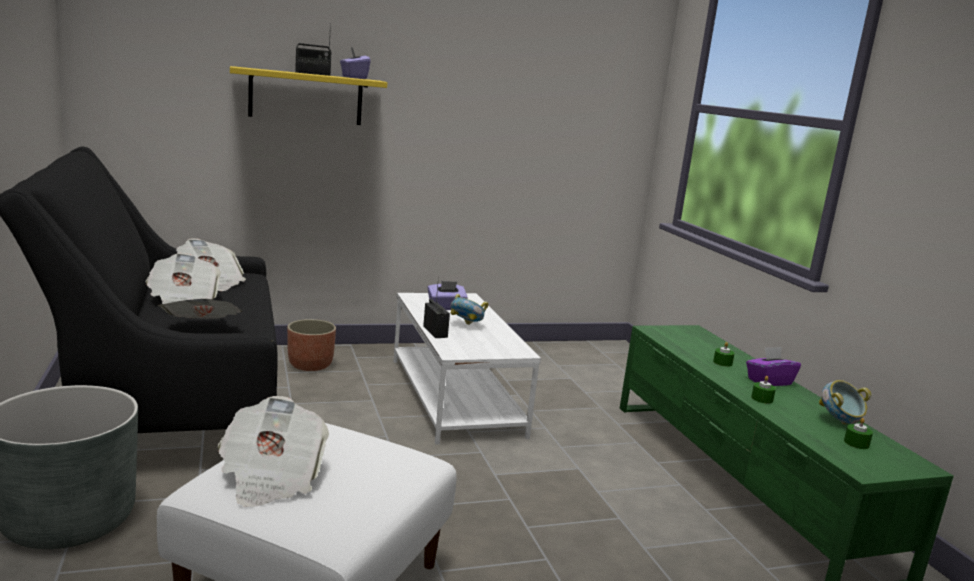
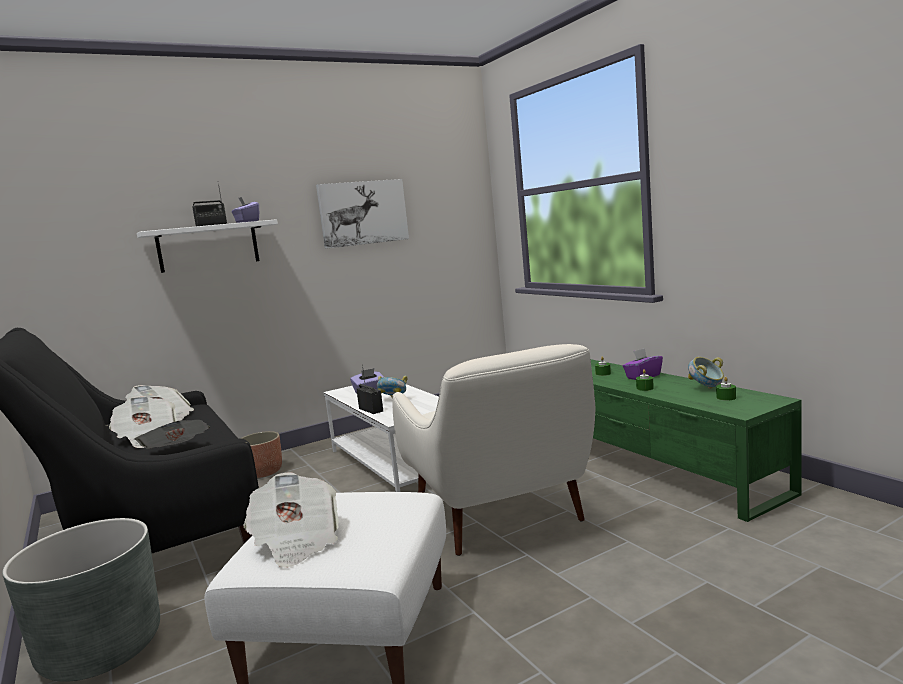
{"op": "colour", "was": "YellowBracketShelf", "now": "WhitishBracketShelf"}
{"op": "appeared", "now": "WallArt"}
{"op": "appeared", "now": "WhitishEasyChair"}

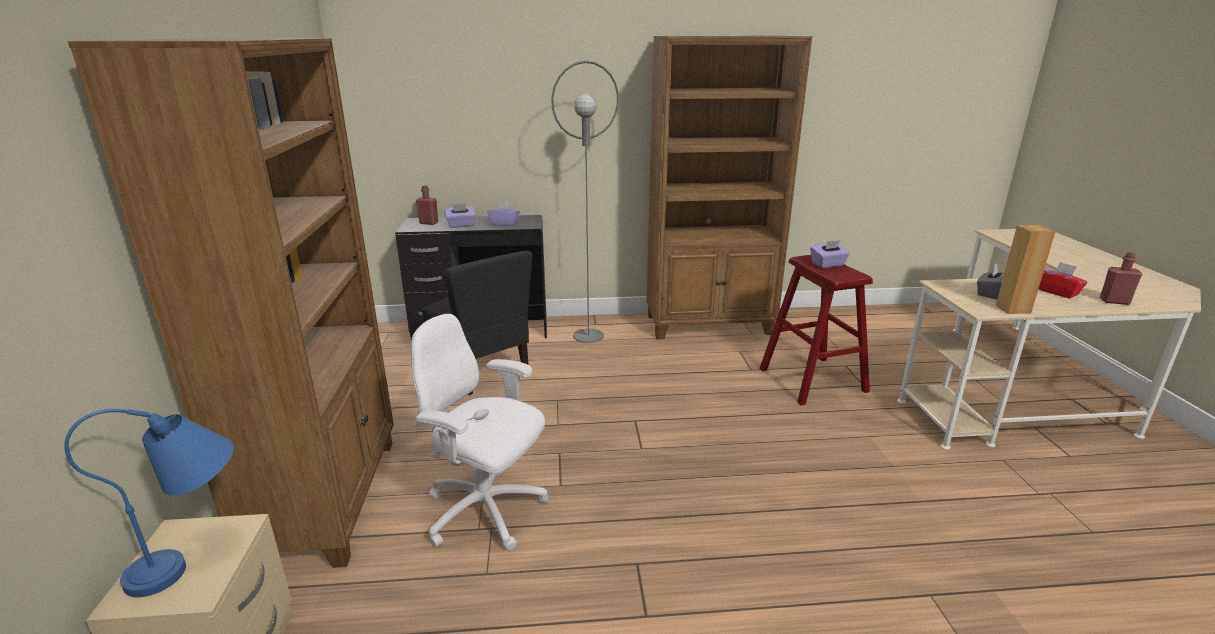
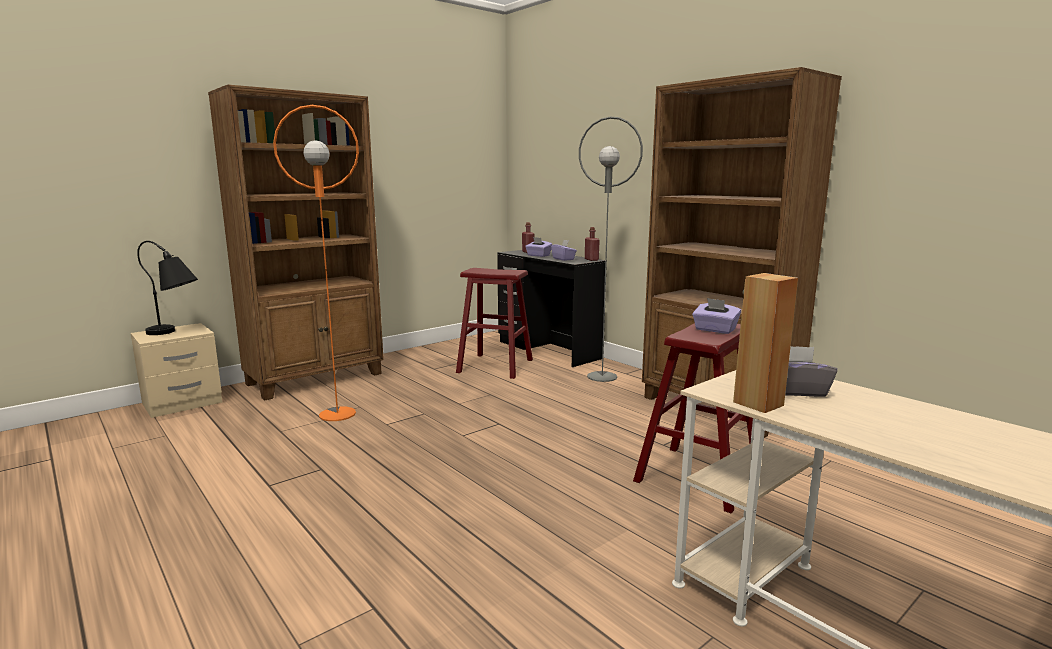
{"op": "exchanged", "was": "BlackishPlainChair", "now": "ReddishSittingStool (no. 1 from left)"}
{"op": "relocated", "was": "ReddishBeverageBottle (no. 2 from left)"}
{"op": "missing", "was": "ReddishTissueHolder"}
{"op": "exchanged", "was": "WhitishComputerChair", "now": "OrangeColouredStandardLamp"}
{"op": "colour", "was": "BlueColouredTableLamp", "now": "BlackishTableLamp"}

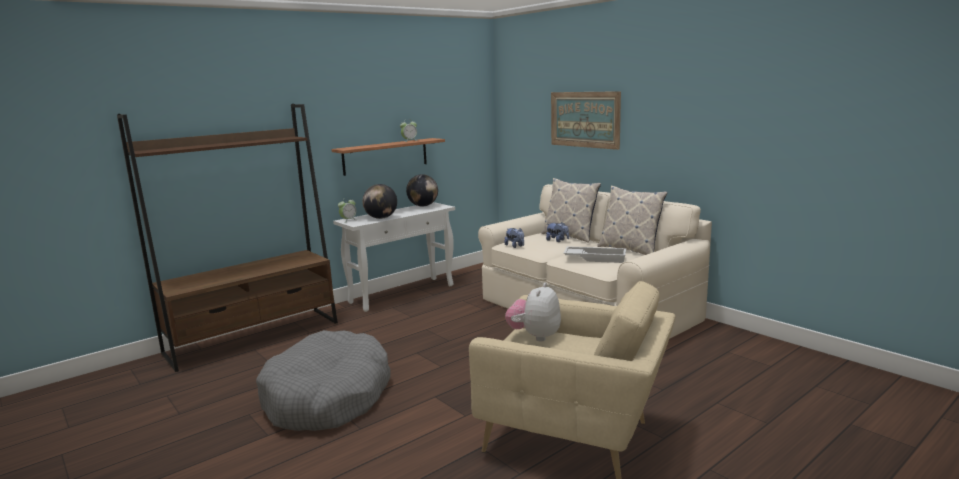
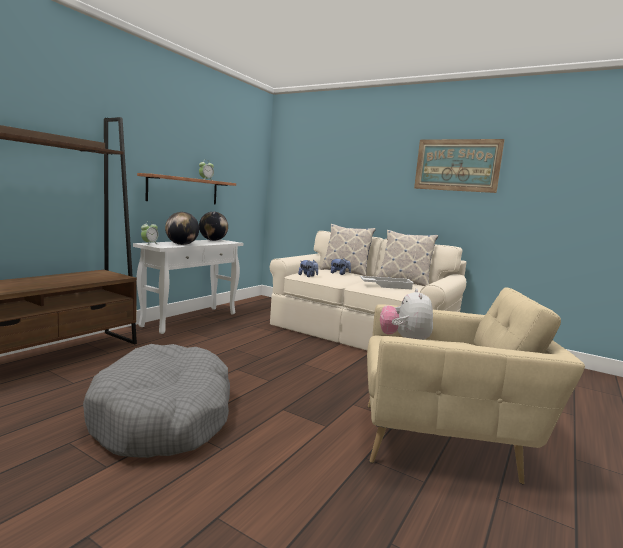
{"op": "relocated", "was": "WallArt"}

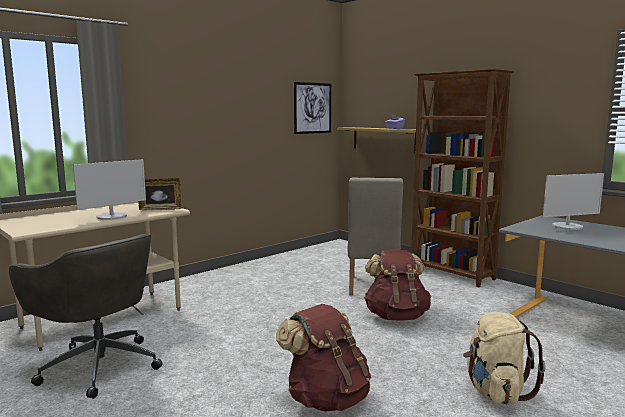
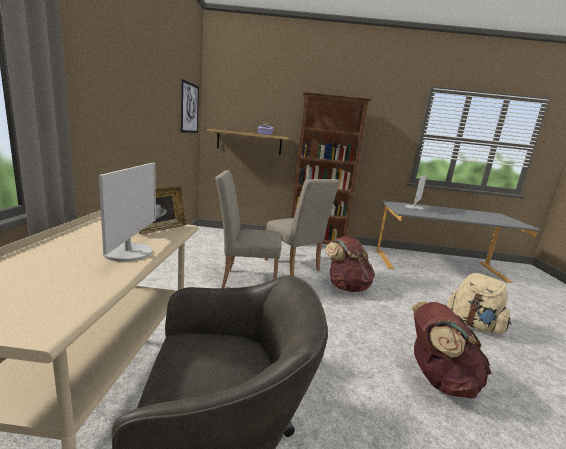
{"op": "appeared", "now": "BeigeColouredPlainChair (no. 1 from left)"}

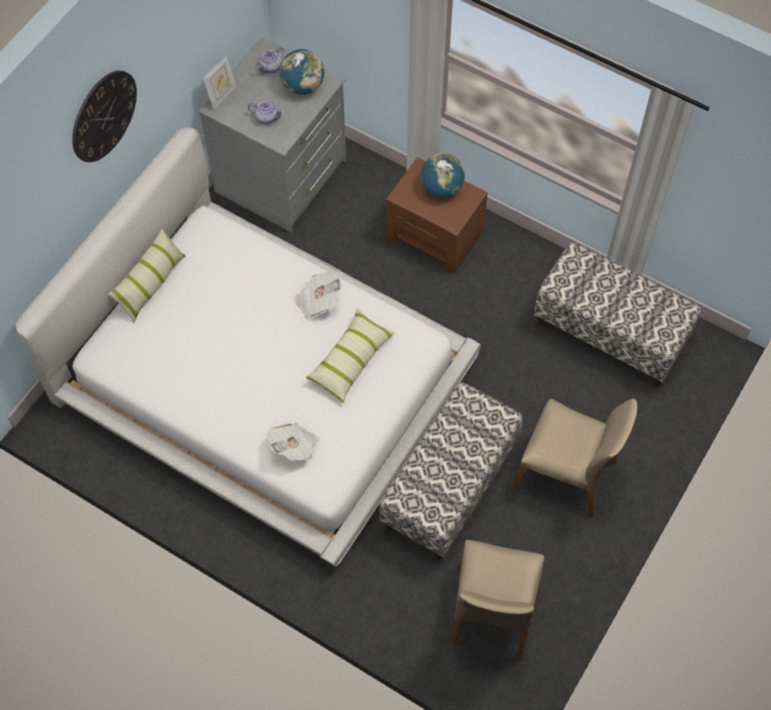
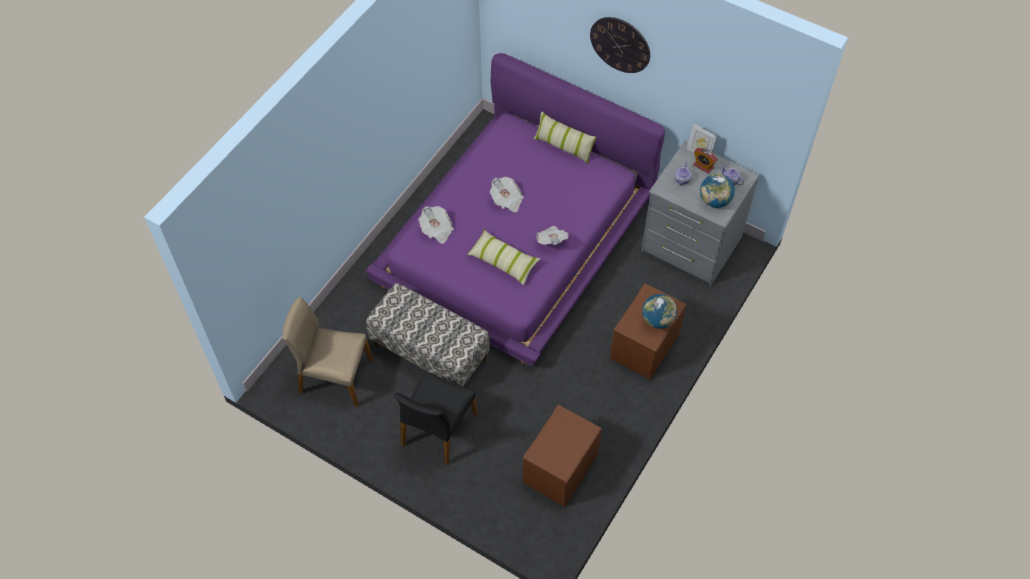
{"op": "colour", "was": "WhitishBedroomBed", "now": "PurplishBedroomBed"}
{"op": "exchanged", "was": "LongSeat (no. 2 from left)", "now": "BrownNightTable (no. 1 from left)"}
{"op": "colour", "was": "BeigeColouredPlainChair (no. 2 from left)", "now": "BlackishPlainChair"}
{"op": "appeared", "now": "AlarmClock"}
{"op": "appeared", "now": "Newspaper (no. 2 from left)"}

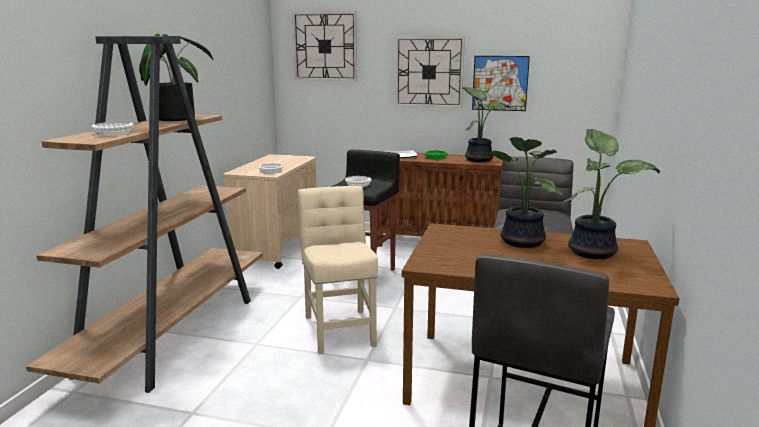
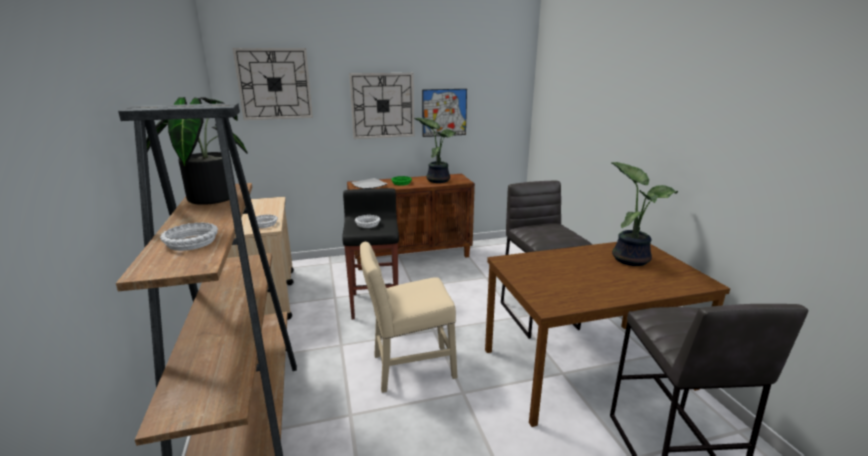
{"op": "missing", "was": "PottedPlant (no. 3 from left)"}
{"op": "spun", "was": "BeigeColouredPlainChair", "clockwise": -60}

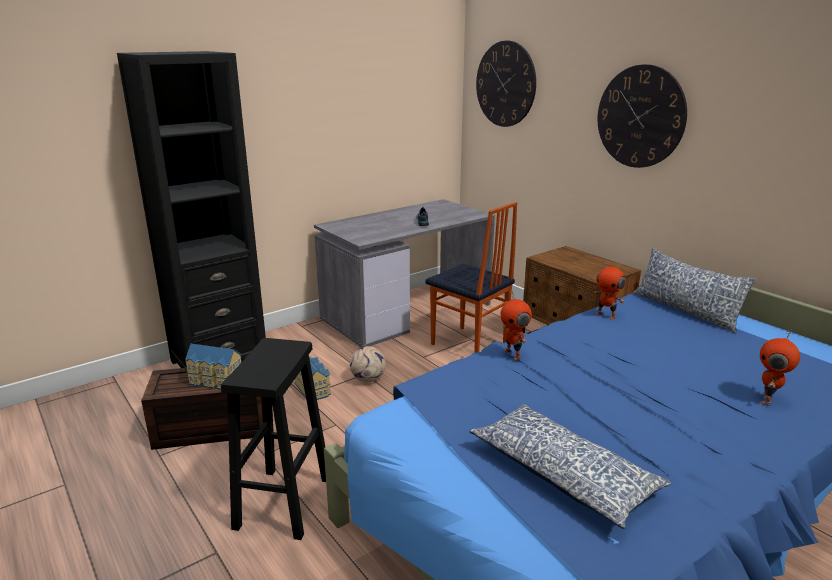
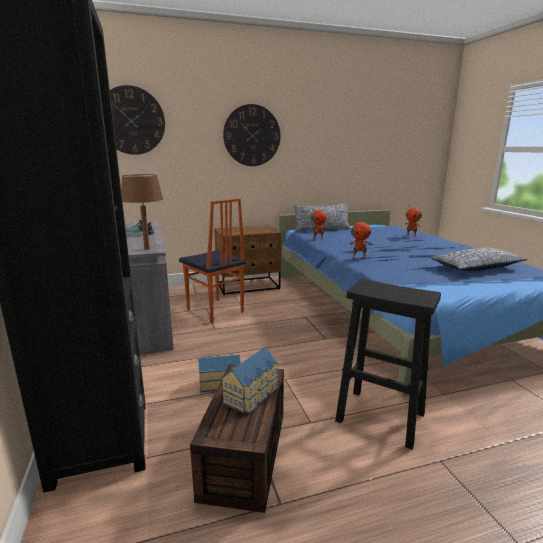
{"op": "spun", "was": "PlainChair", "clockwise": 75}
{"op": "missing", "was": "Football"}
{"op": "appeared", "now": "BrownTableLamp"}

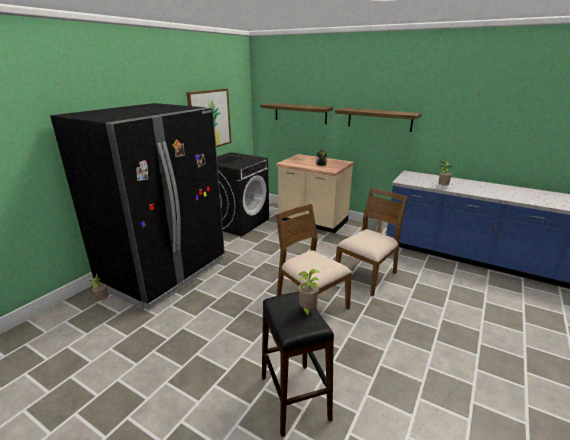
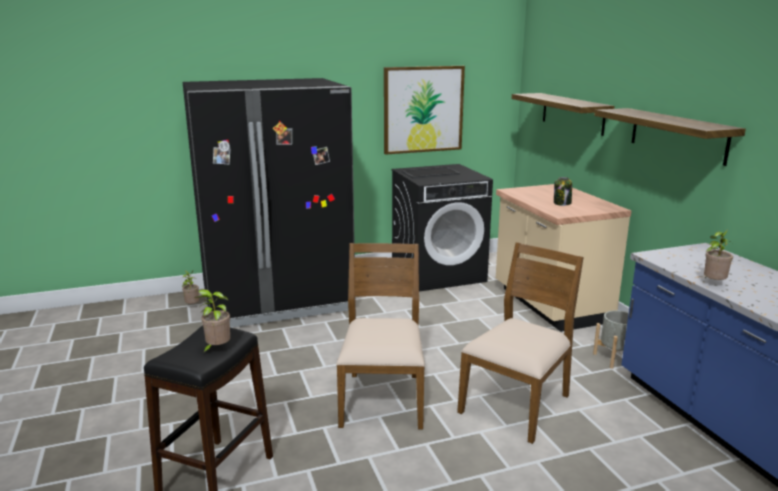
{"op": "spun", "was": "BrownPlainChair (no. 2 from left)", "clockwise": -45}

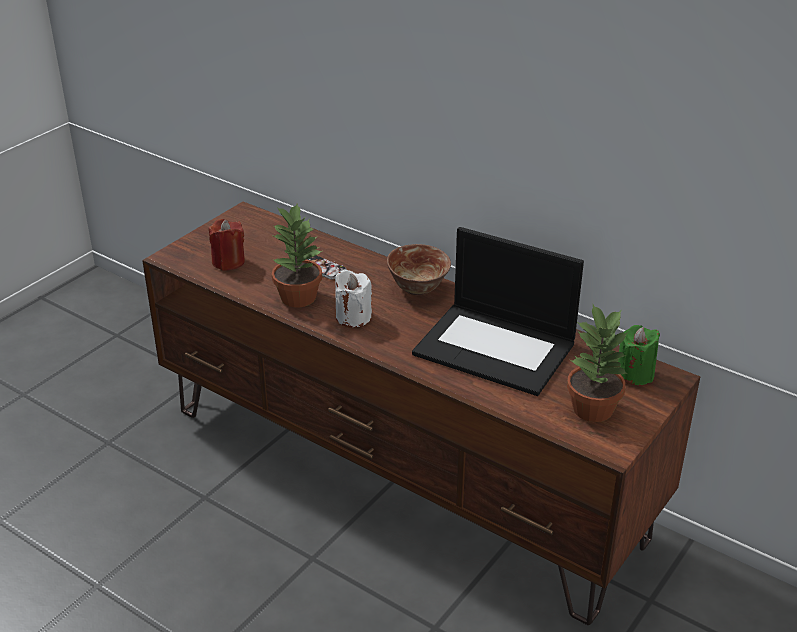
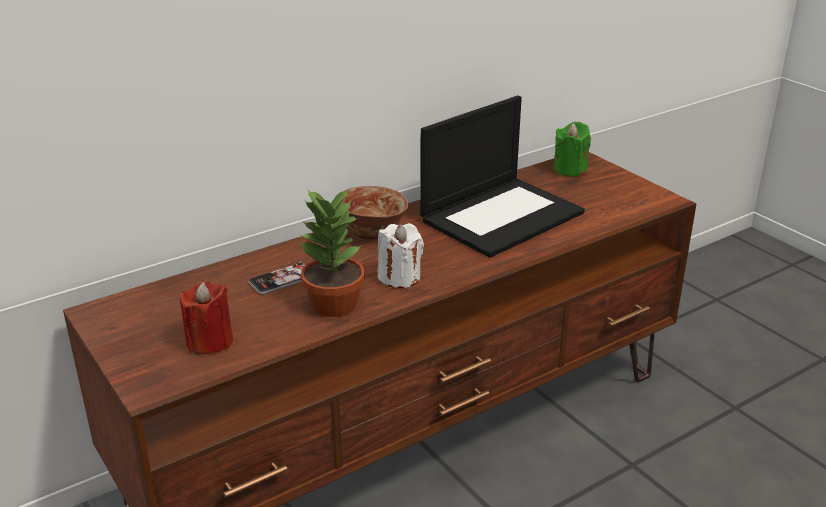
{"op": "missing", "was": "PottedPlant (no. 2 from left)"}

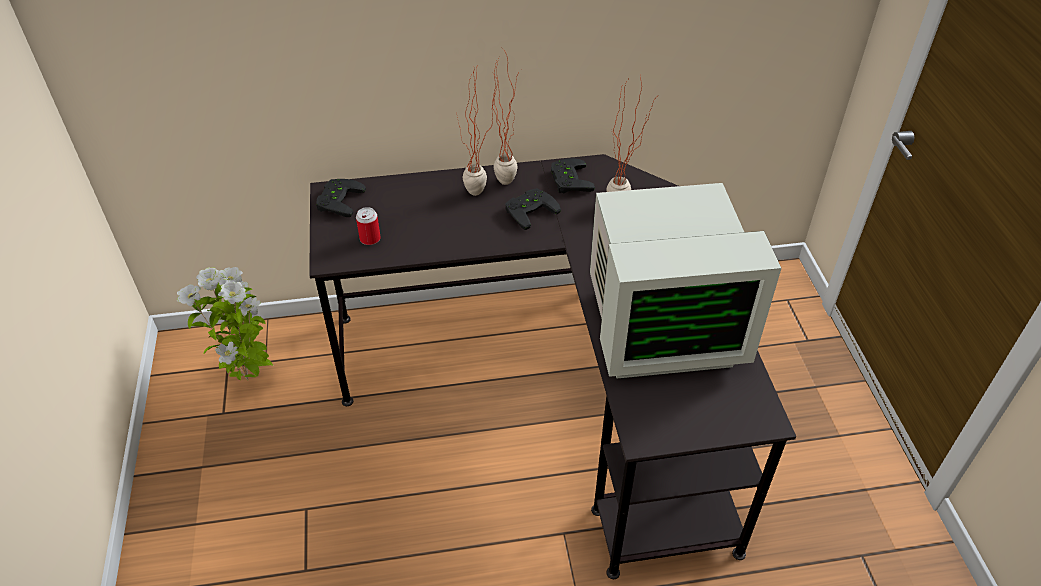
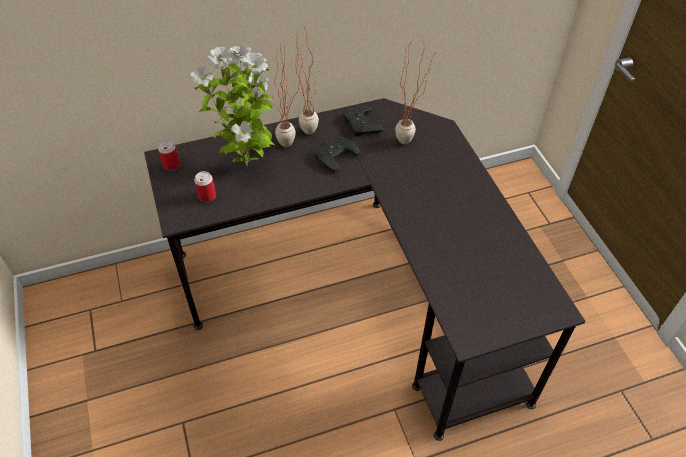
{"op": "exchanged", "was": "BlackishGamepad (no. 1 from left)", "now": "Can (no. 1 from left)"}
{"op": "missing", "was": "ComputerDisplay"}
{"op": "relocated", "was": "PottedPlant (no. 1 from left)"}

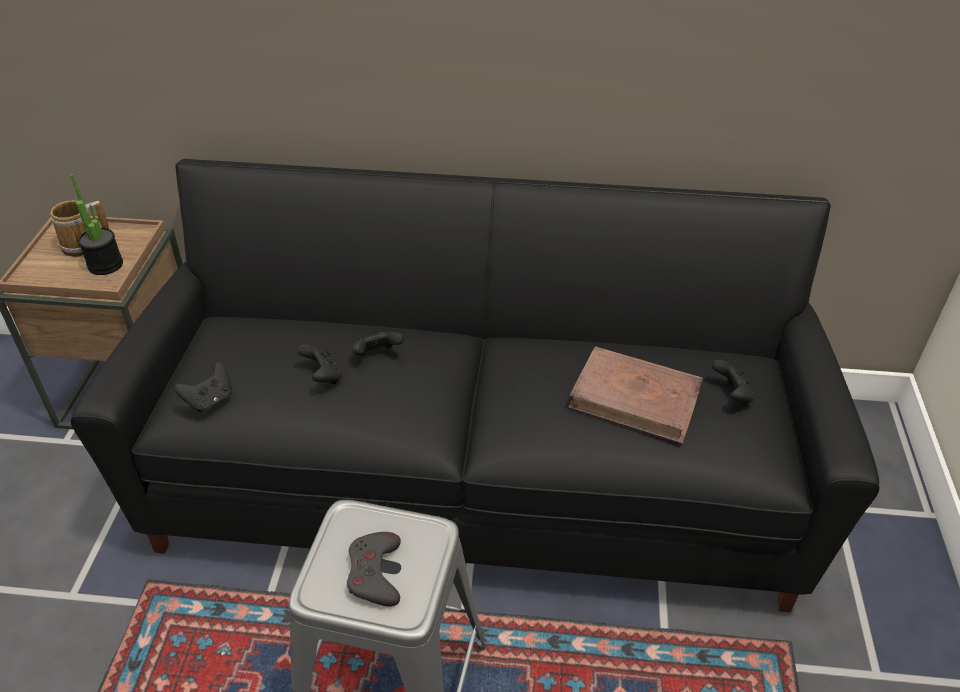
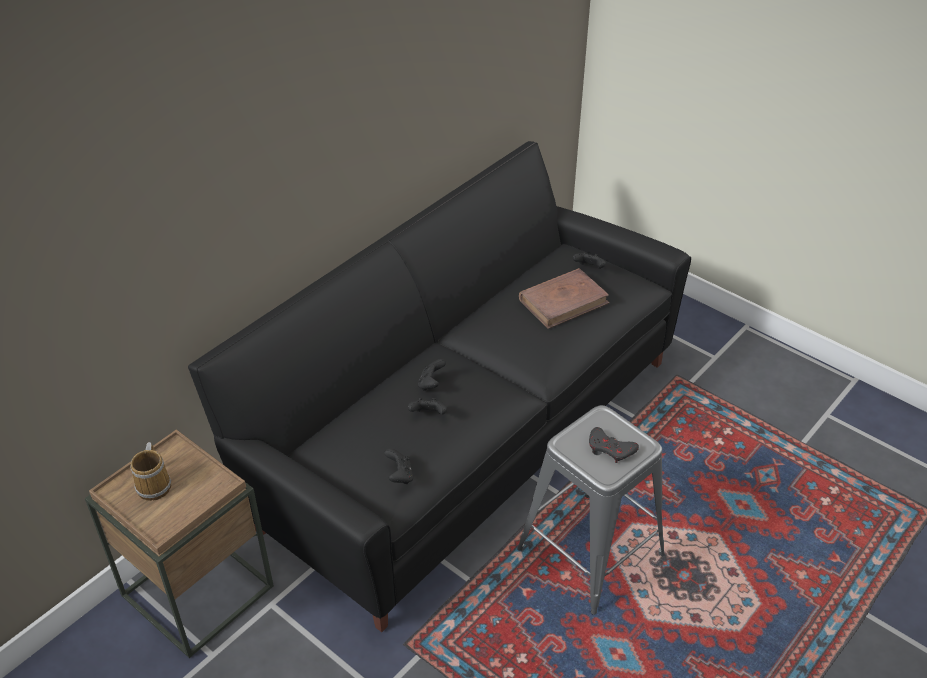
{"op": "missing", "was": "PottedPlant"}

